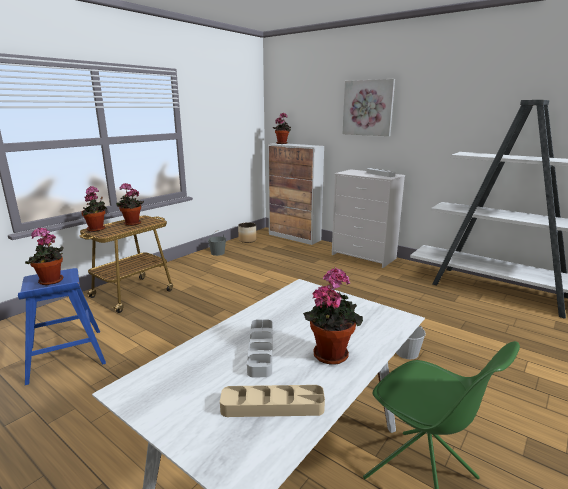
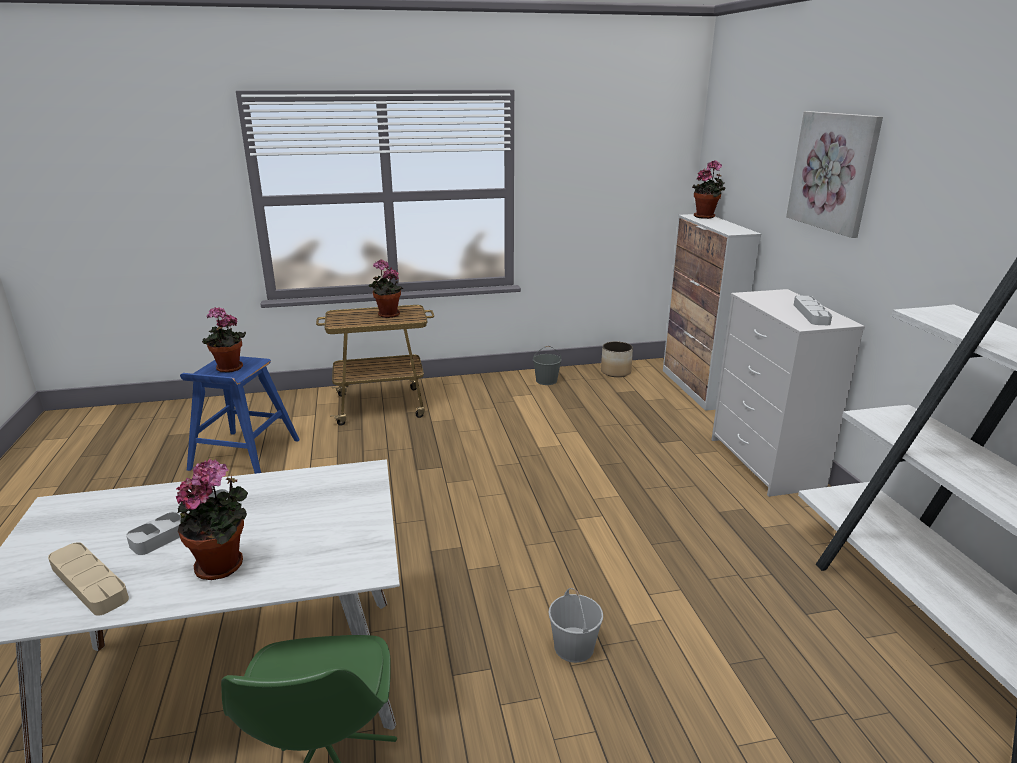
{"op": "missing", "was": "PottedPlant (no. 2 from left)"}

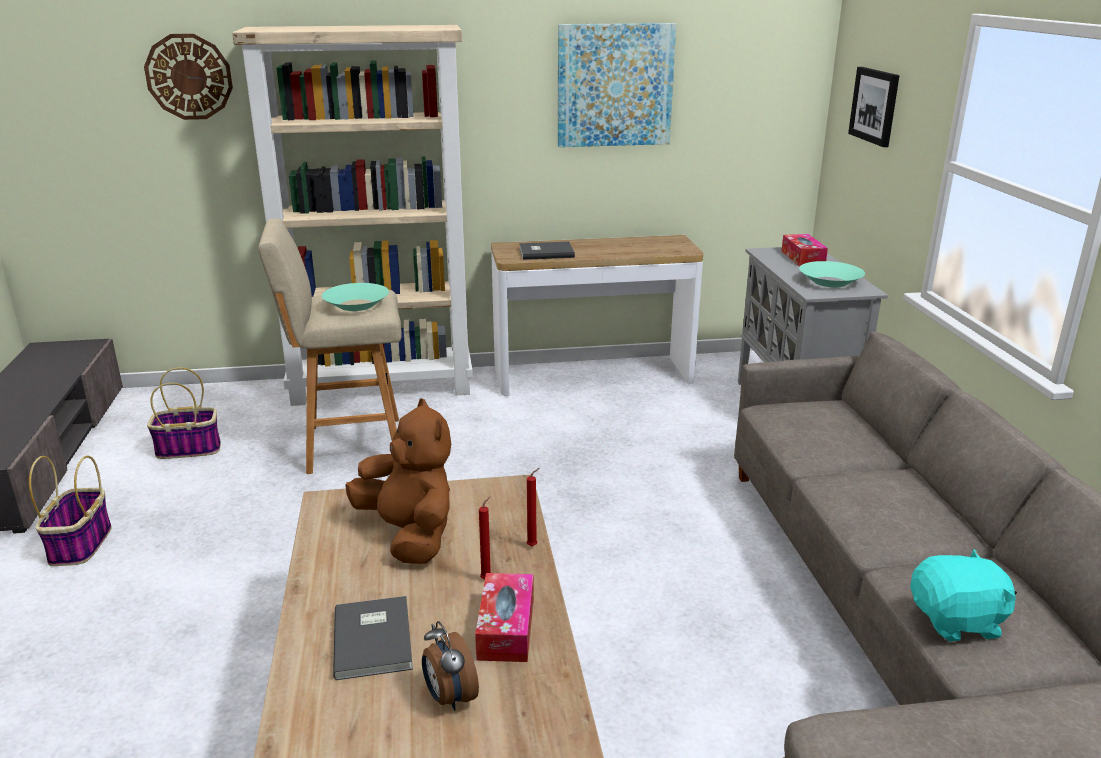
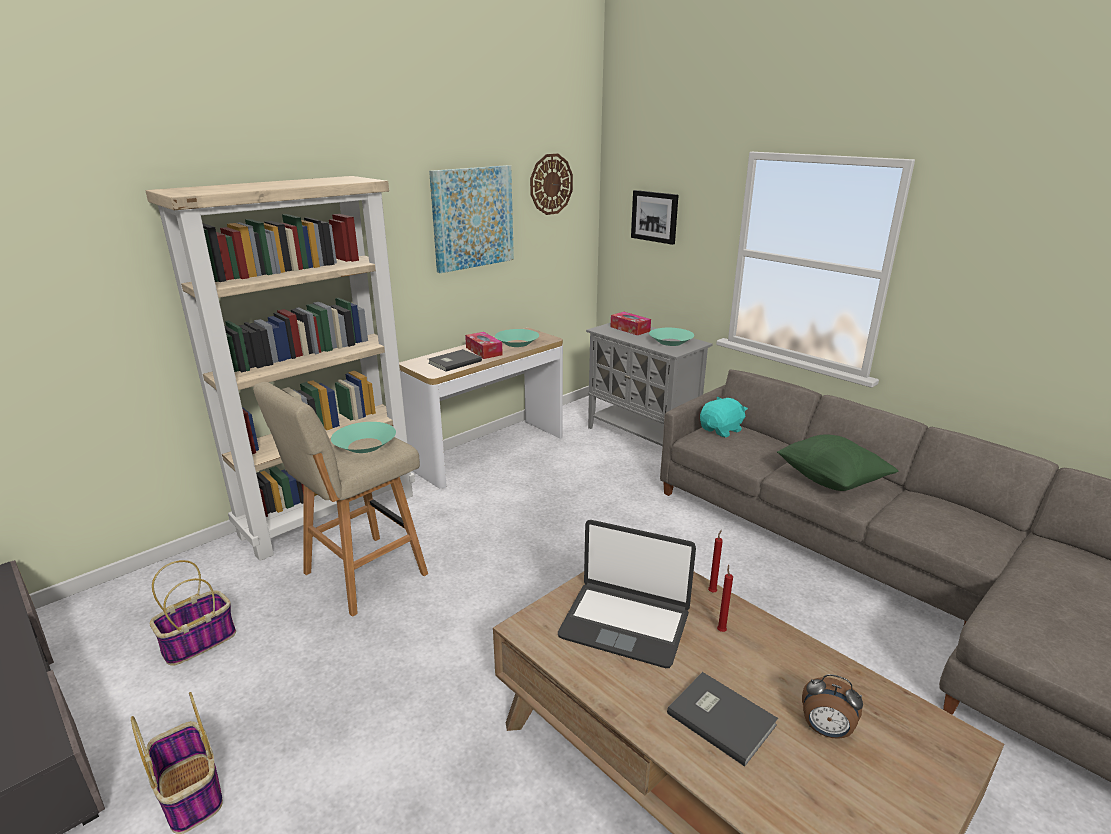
{"op": "relocated", "was": "WallClock"}
{"op": "exchanged", "was": "BrownCuddlyToy", "now": "PortableComputer"}
{"op": "relocated", "was": "TurquoiseCuddlyToy"}
{"op": "relocated", "was": "TissueHolder (no. 1 from left)"}
{"op": "appeared", "now": "TurquoiseServingBowl (no. 2 from left)"}
{"op": "appeared", "now": "GreenColouredPillow"}

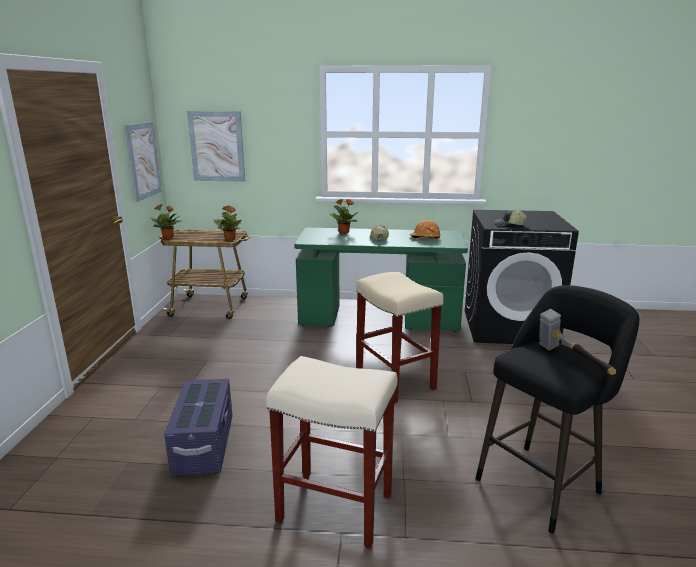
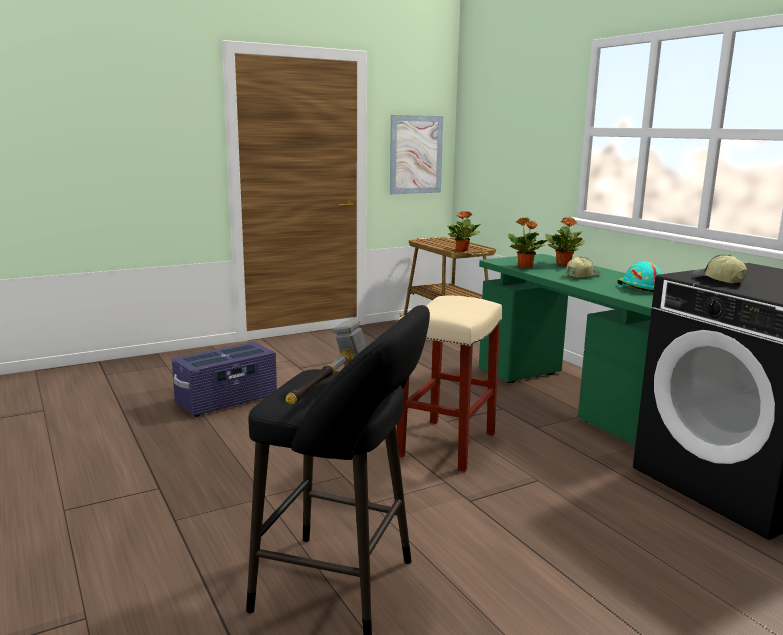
{"op": "missing", "was": "WallArt (no. 2 from left)"}
{"op": "relocated", "was": "PottedPlant (no. 1 from left in the first image)", "now": "PottedPlant (no. 2 from left)"}
{"op": "colour", "was": "OrangeColouredHardHat", "now": "TurquoiseHardHat"}
{"op": "missing", "was": "BeigeColouredSittingStool (no. 1 from left)"}

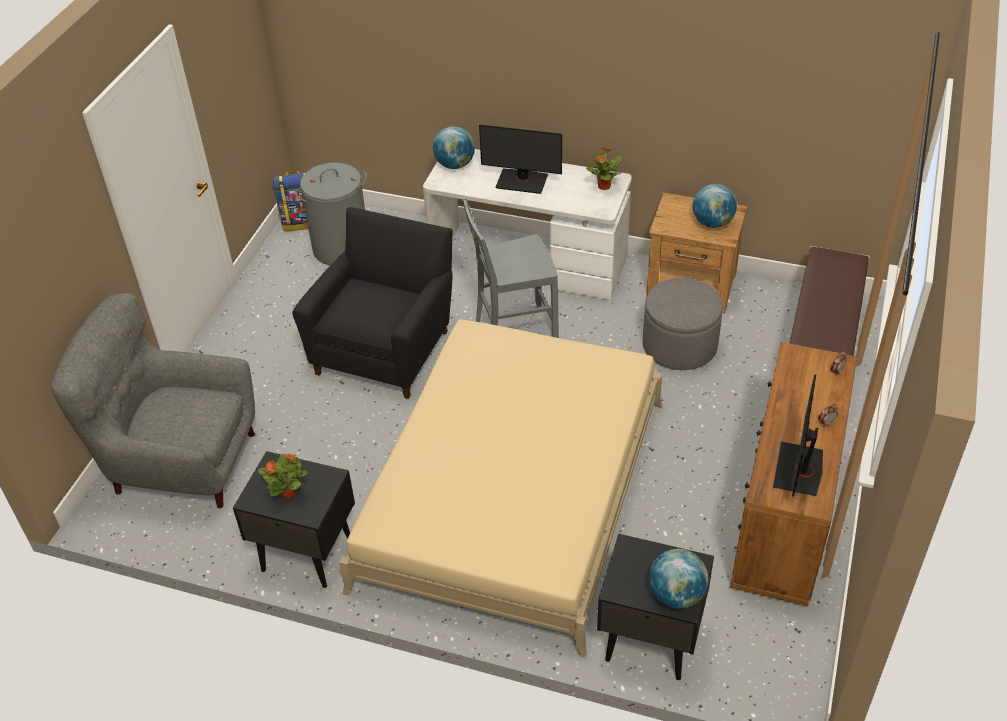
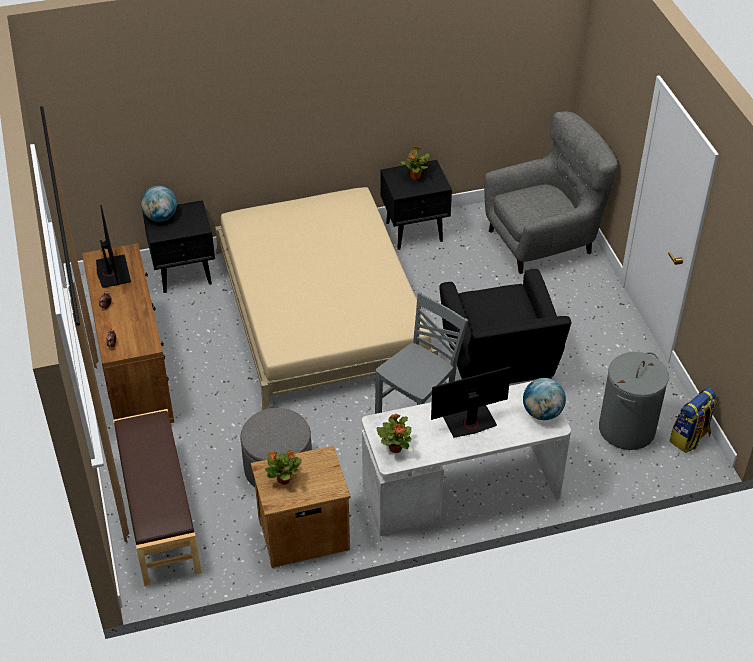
{"op": "exchanged", "was": "DeskGlobe (no. 3 from left)", "now": "PottedPlant (no. 1 from left)"}

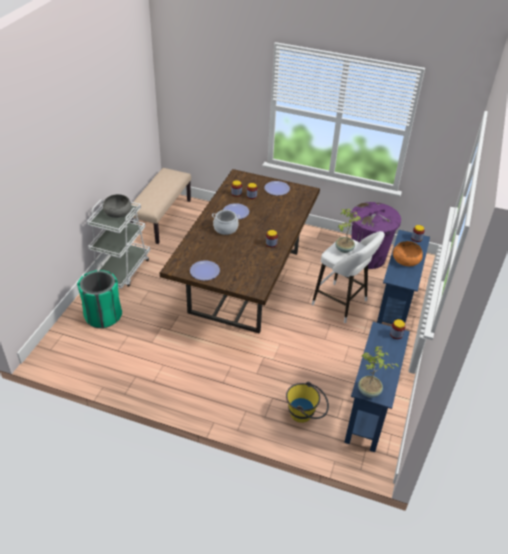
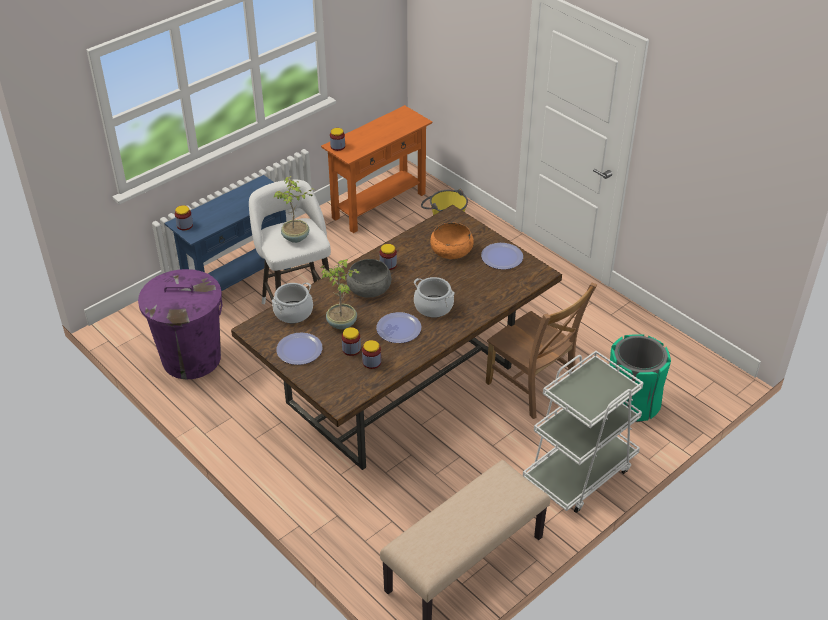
{"op": "relocated", "was": "GreyishServingBowl"}
{"op": "relocated", "was": "OrangeColouredServingBowl"}
{"op": "colour", "was": "BlueColouredNarrowTable (no. 1 from left)", "now": "OrangeColouredNarrowTable"}
{"op": "relocated", "was": "PottedPlant (no. 2 from left)"}
{"op": "appeared", "now": "Stockpot (no. 1 from left)"}
{"op": "appeared", "now": "BrownPlainChair"}

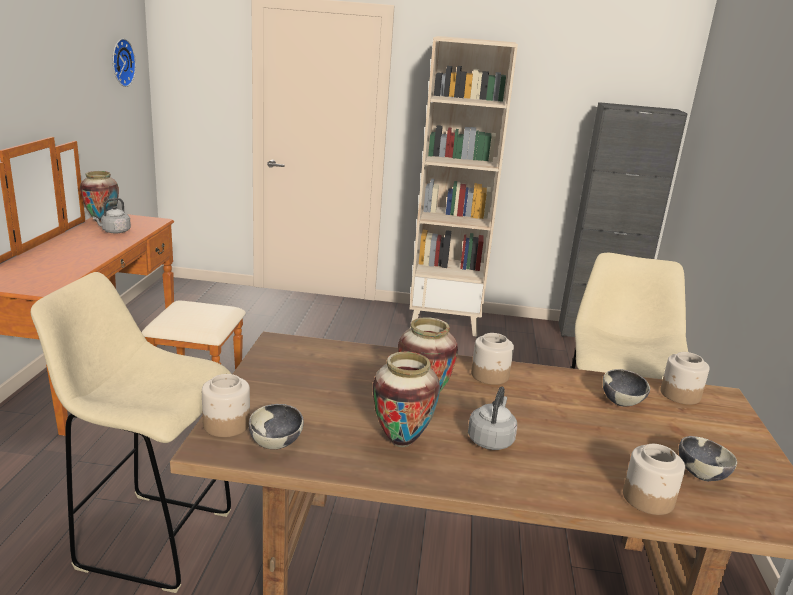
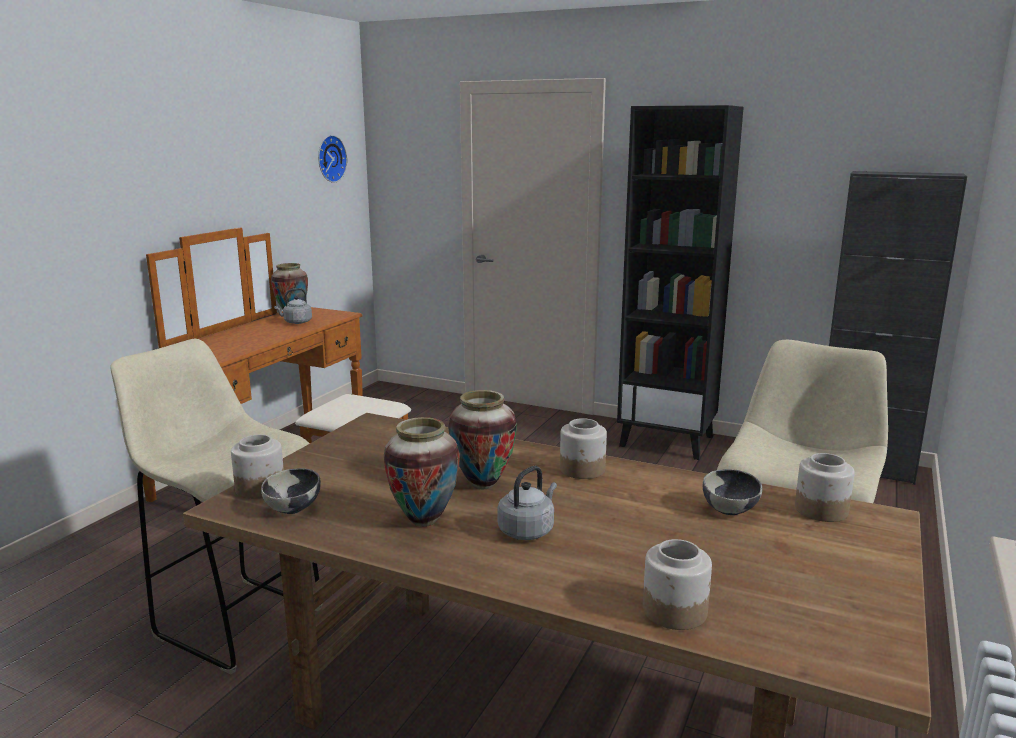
{"op": "colour", "was": "BeigeColouredBookshelf", "now": "BlackishBookshelf"}
{"op": "missing", "was": "ServingBowl (no. 3 from left)"}

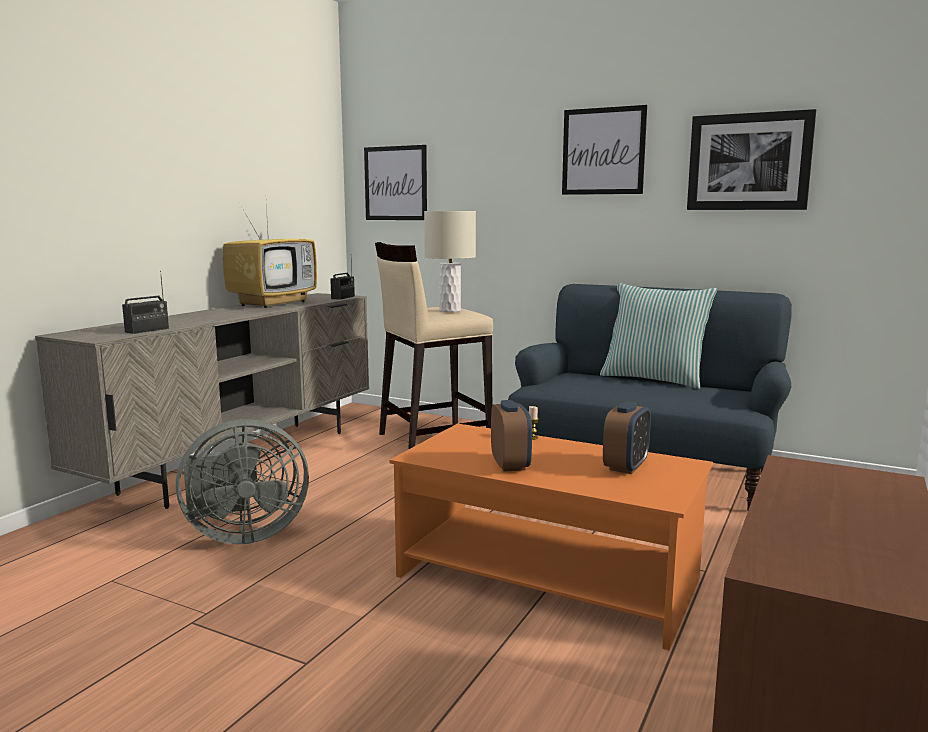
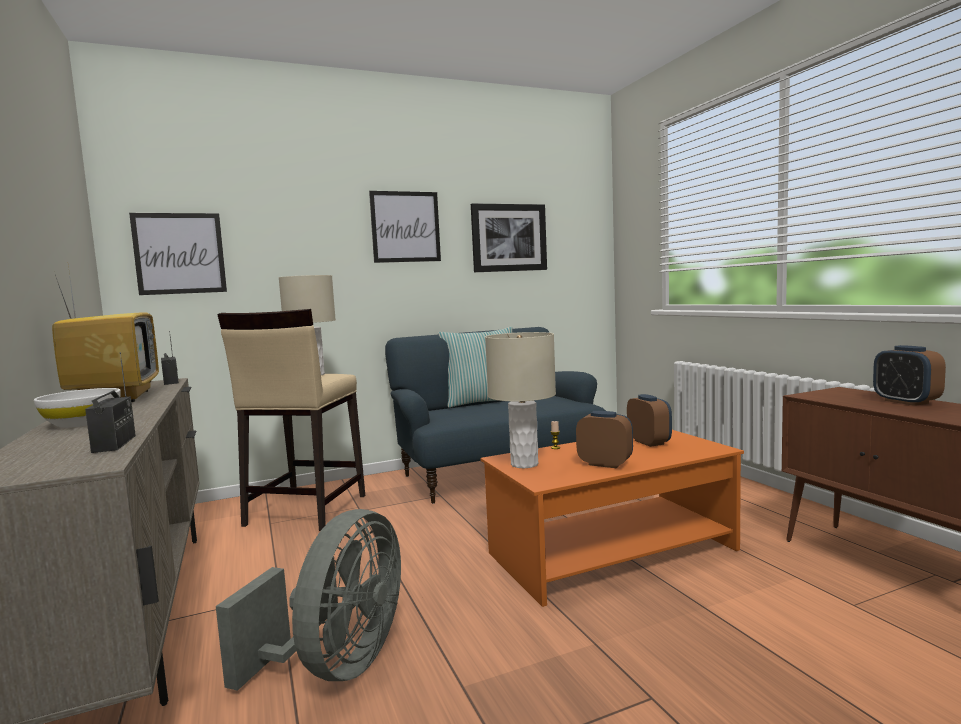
{"op": "appeared", "now": "BeigeColouredTableLamp (no. 2 from left)"}
{"op": "appeared", "now": "AlarmClock (no. 3 from left)"}
{"op": "appeared", "now": "WhitishServingBowl"}

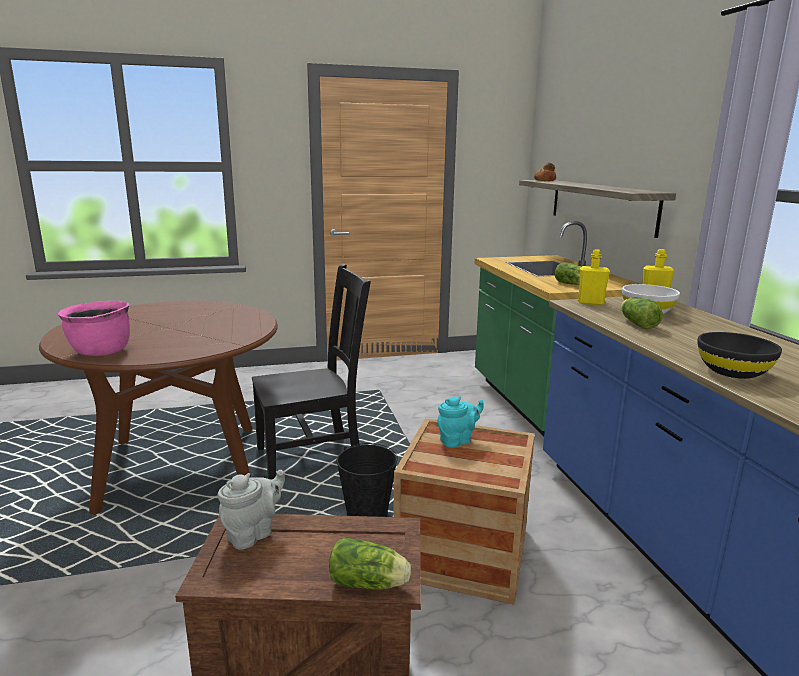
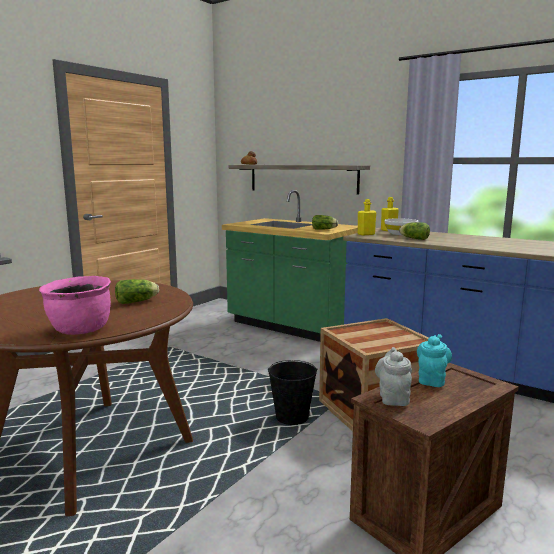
{"op": "missing", "was": "BlackishPlainChair"}
{"op": "missing", "was": "BlackishServingBowl"}
{"op": "relocated", "was": "TurquoisePotForTea"}
{"op": "relocated", "was": "LettuceHead (no. 1 from left)"}

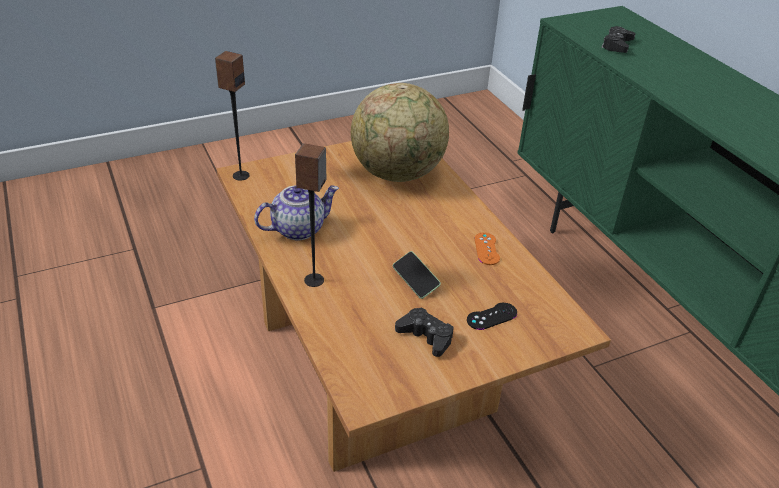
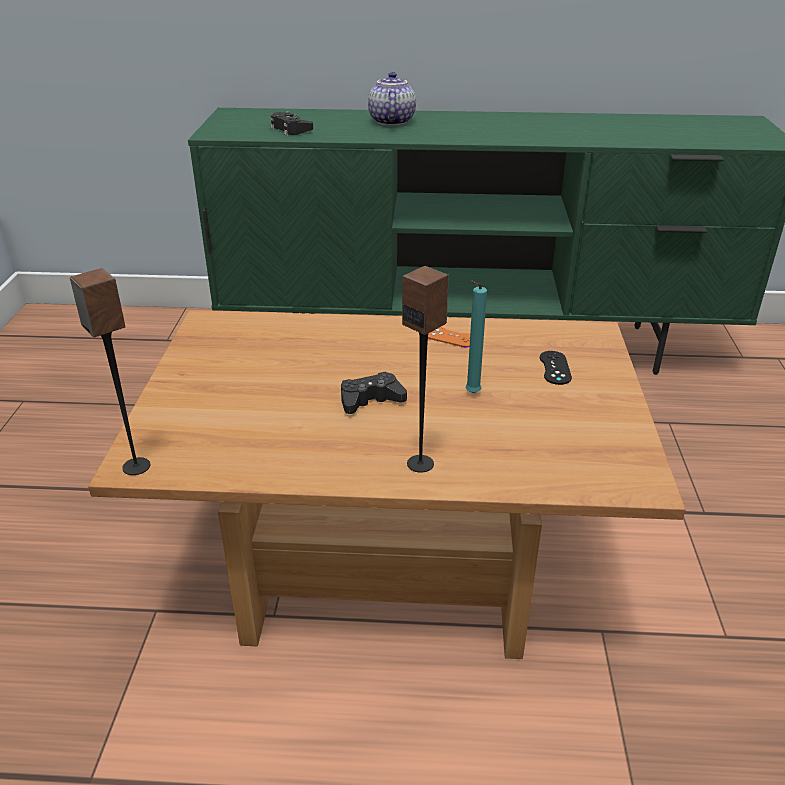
{"op": "missing", "was": "DeskGlobe"}
{"op": "relocated", "was": "PotForTea"}
{"op": "exchanged", "was": "Phone", "now": "TurquoiseWaxCandle"}
{"op": "relocated", "was": "BlackishGamepad (no. 1 from left in the first image)", "now": "BlackishGamepad (no. 2 from left)"}

